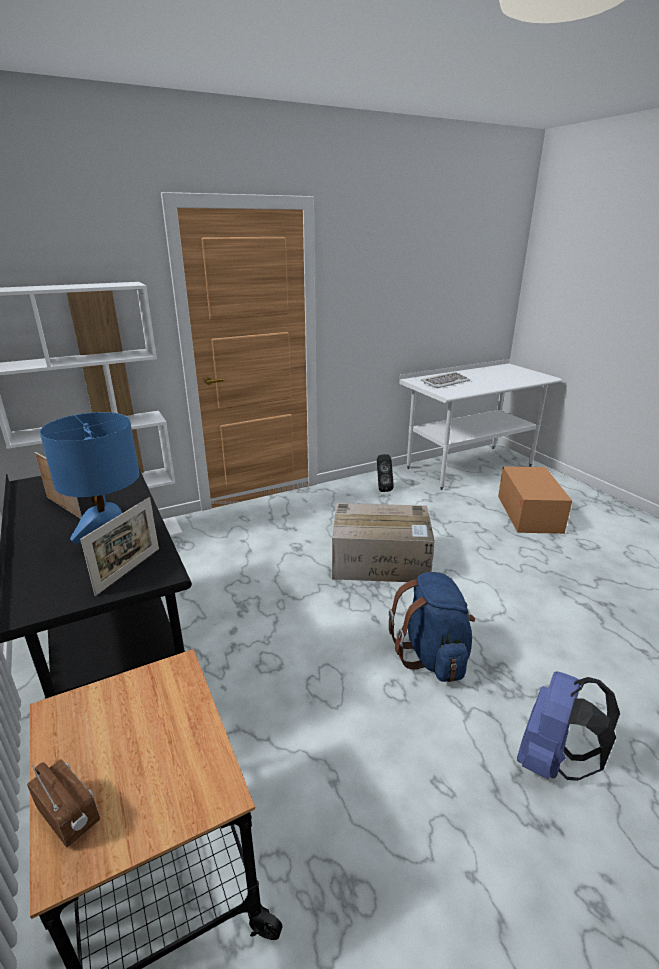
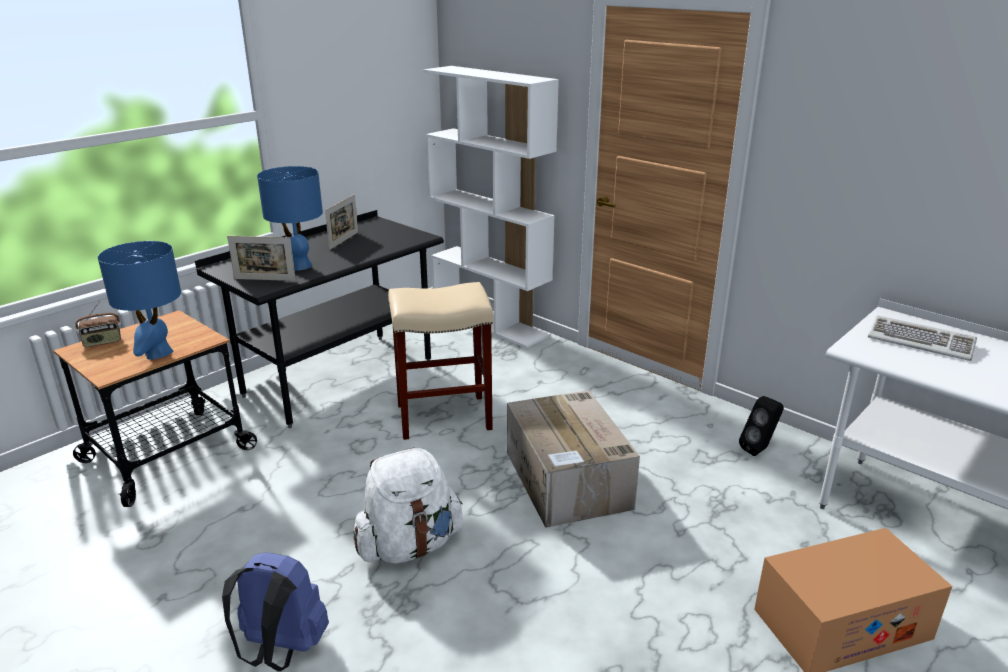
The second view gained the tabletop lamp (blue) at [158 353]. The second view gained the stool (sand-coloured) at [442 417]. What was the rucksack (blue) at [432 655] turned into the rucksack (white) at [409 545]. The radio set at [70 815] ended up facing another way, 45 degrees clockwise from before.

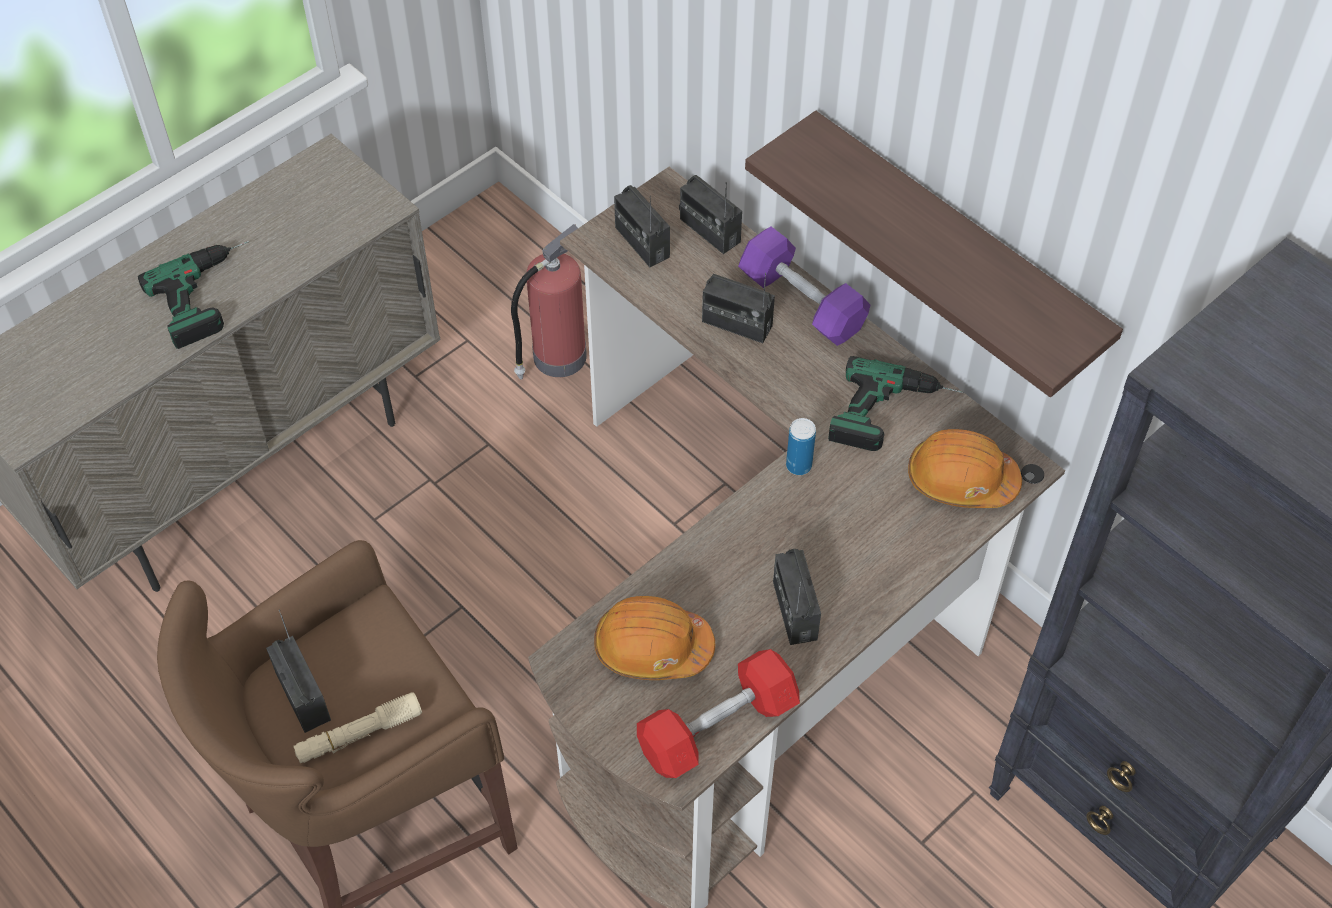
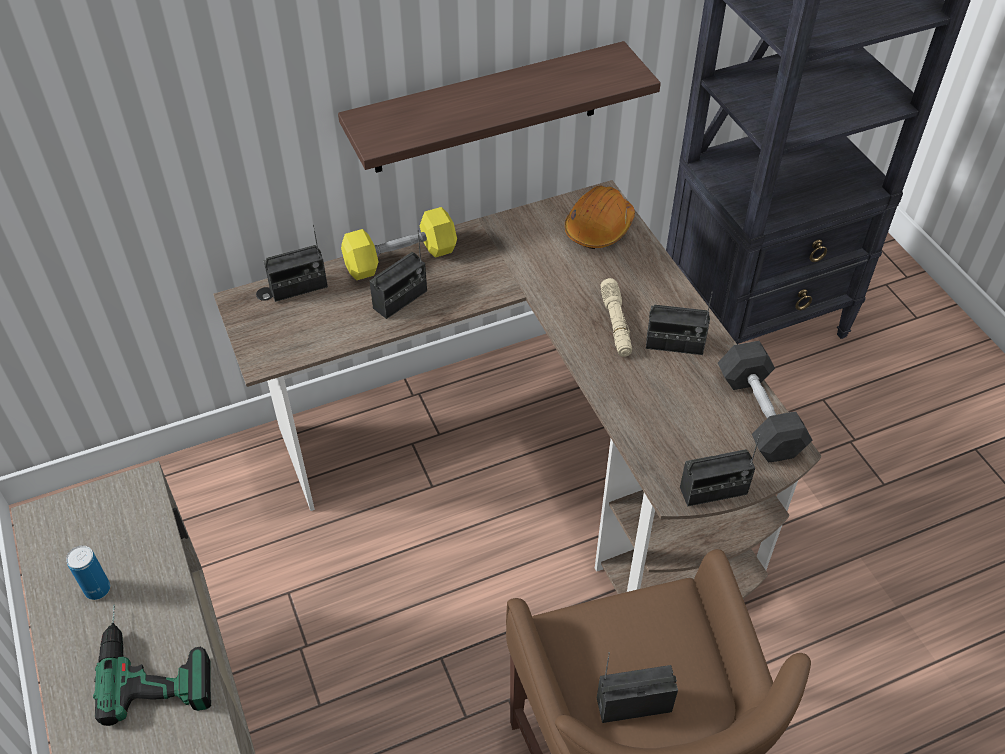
The second view lost the extinguisher at [557 358]. The second view lost the hard hat (orangey) at [652 647]. The second view lost the electric drill at [895 414]. The torch (sand-coloured) ended up elsewhere, having gone from [359 734] to [616 323]. The radio set ended up elsewhere, having gone from [642 242] to [713 491]. The sealed can ended up elsewhere, having gone from [798 465] to [97 589]. What was the dumbbell (red) at [717 727] turned into the dumbbell (greyish) at [759 415]. What was the dumbbell (purple-coloured) at [802 302] turned into the dumbbell (yellowish) at [400 258].

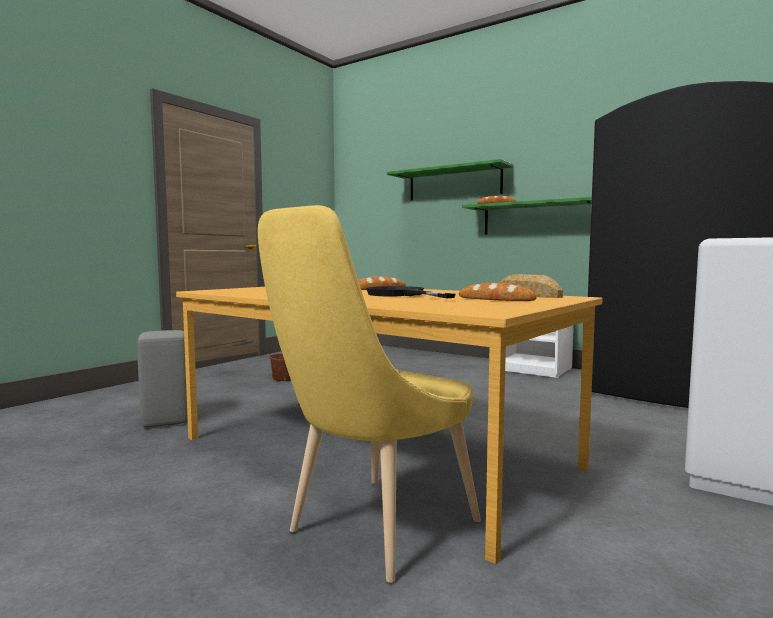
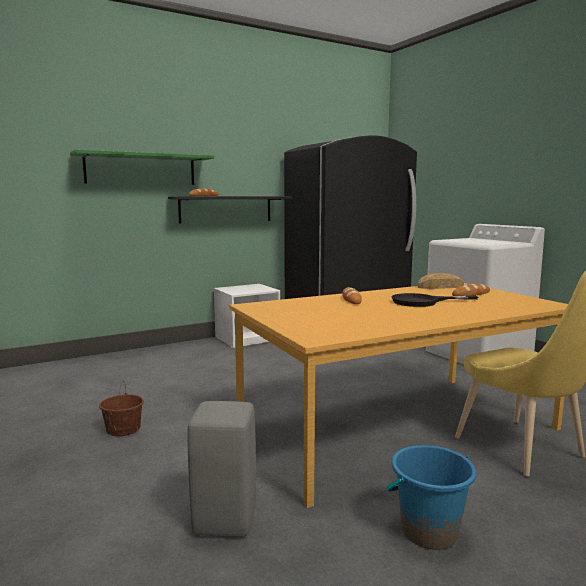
The second view gained the water bucket (blue) at [428 531]. What was the shelf (green-coloured) at [537 218] turned into the shelf (black-coloured) at [226 209].

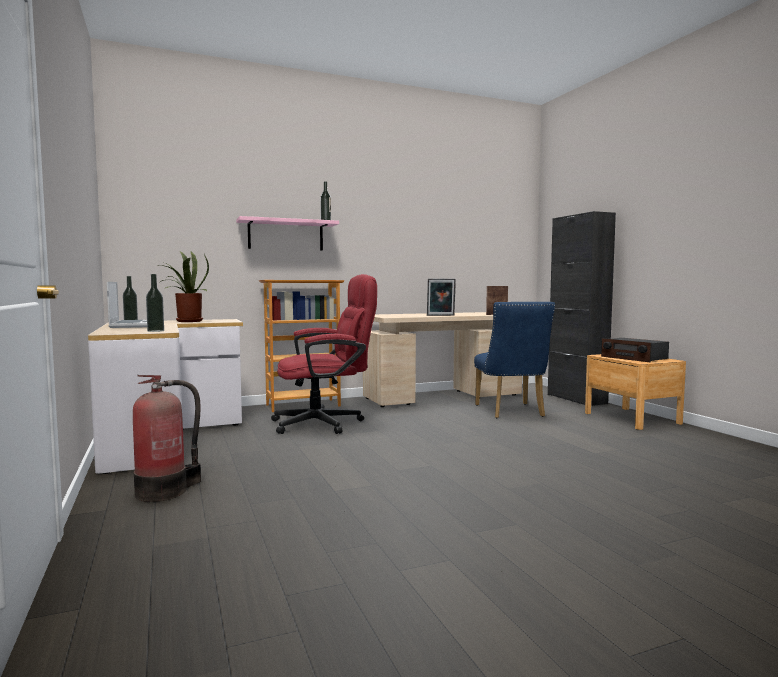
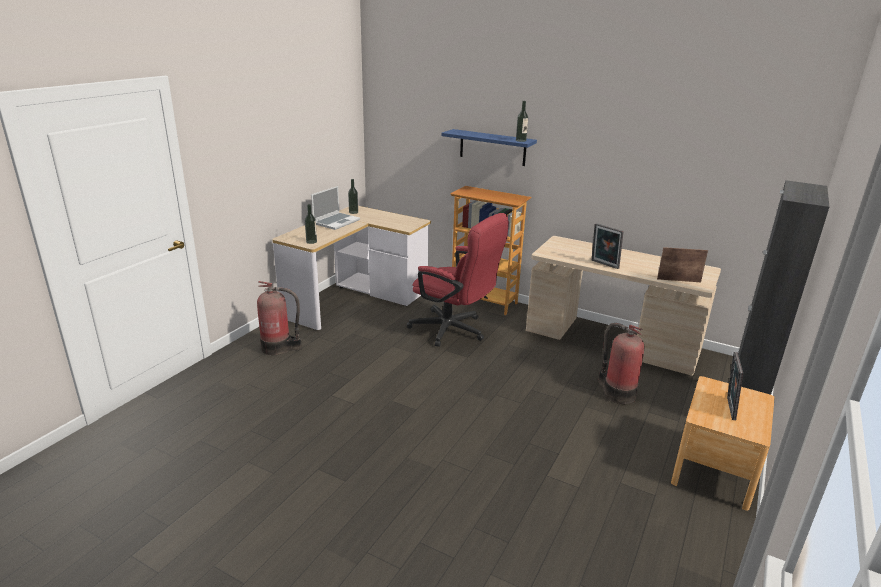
The second view lost the potted plant at [186 321]. Where the chair (blue) stood at [511 412], the extinguisher came to stand at [617 393]. Where the radio set stood at [634 358], the photo frame came to stand at [728 408]. What was the shelf (pink-coloured) at [286 235] turned into the shelf (blue) at [492 147].

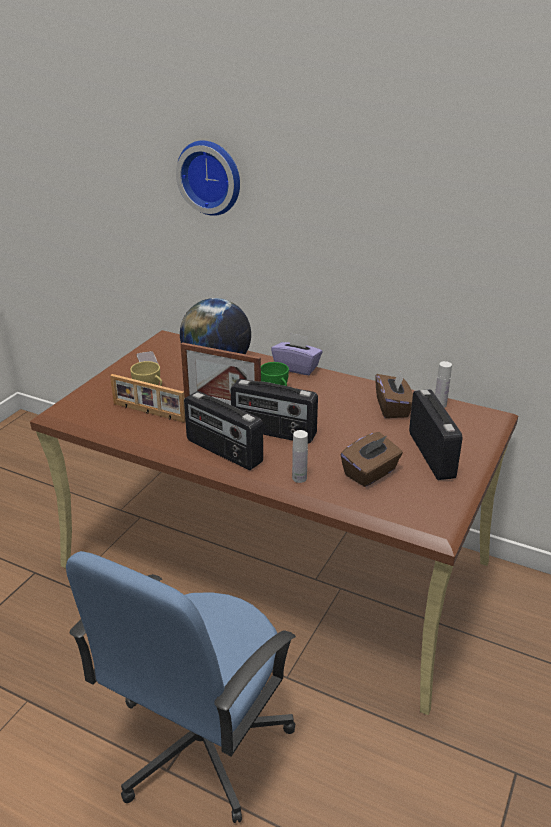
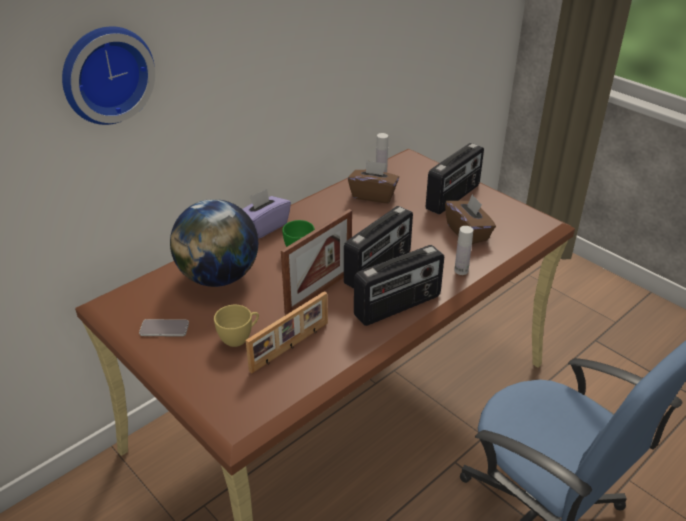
The radio set at [432 455] ended up facing another way, 120 degrees clockwise from before.

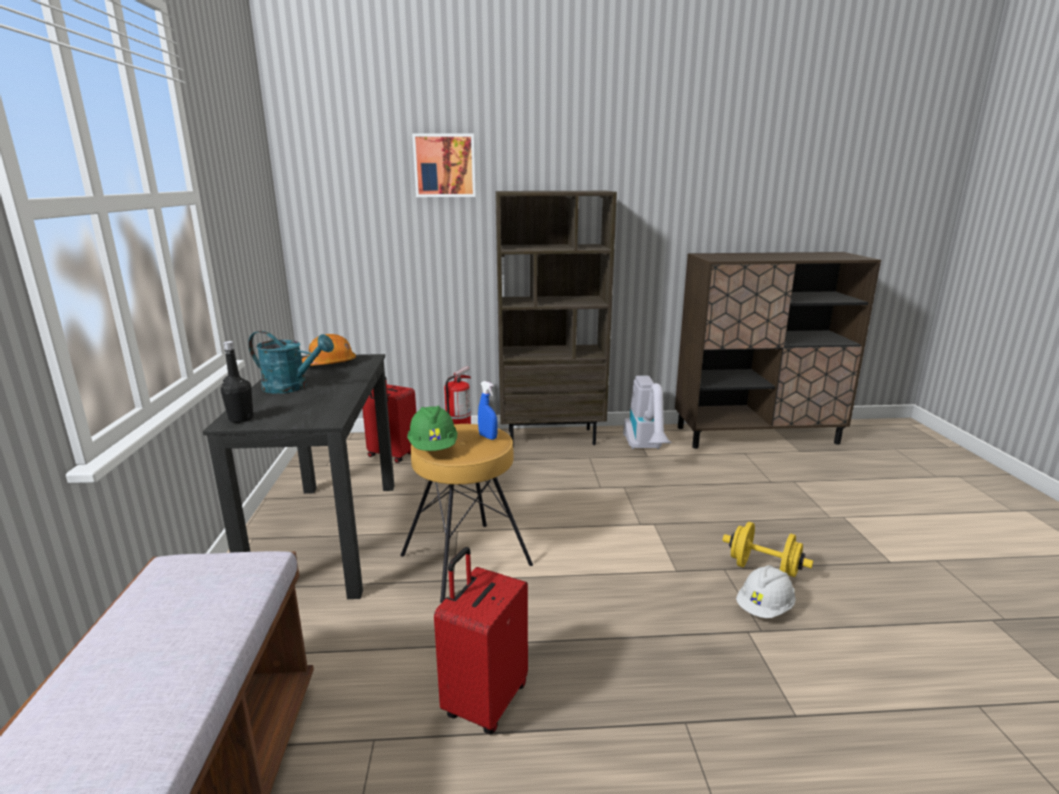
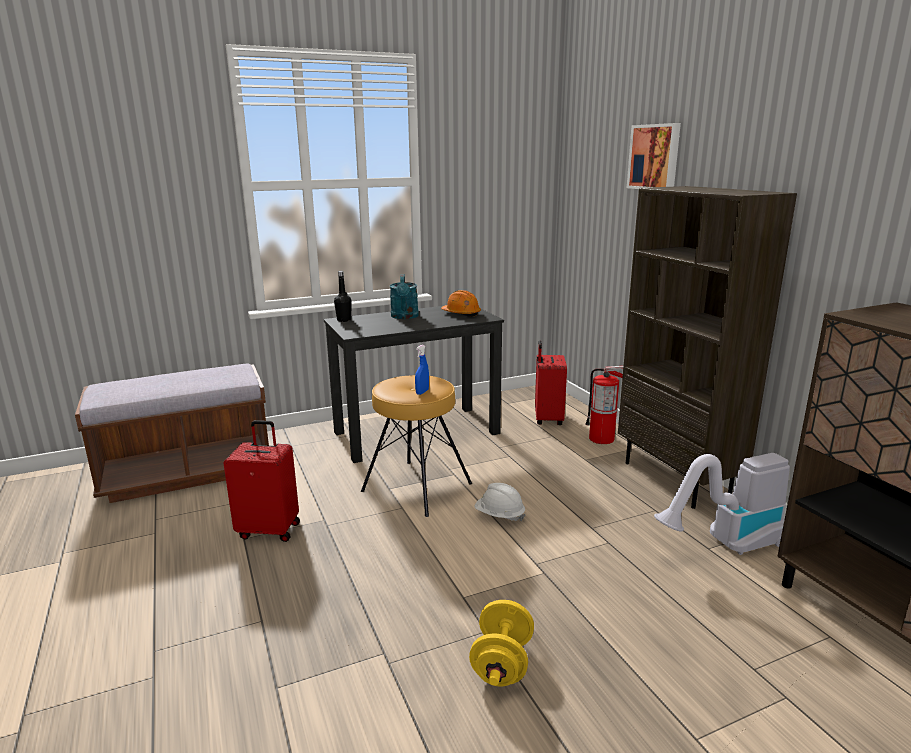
The second view lost the hard hat (green-coloured) at [433 448]. The hard hat (white) ended up elsewhere, having gone from [764 608] to [499 515].

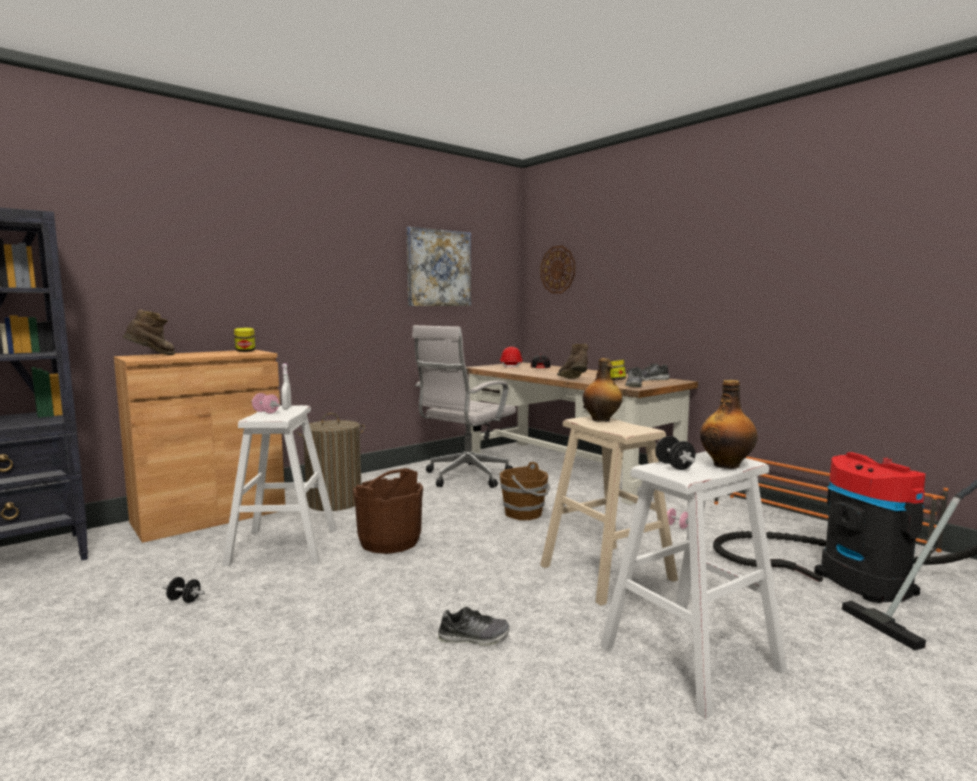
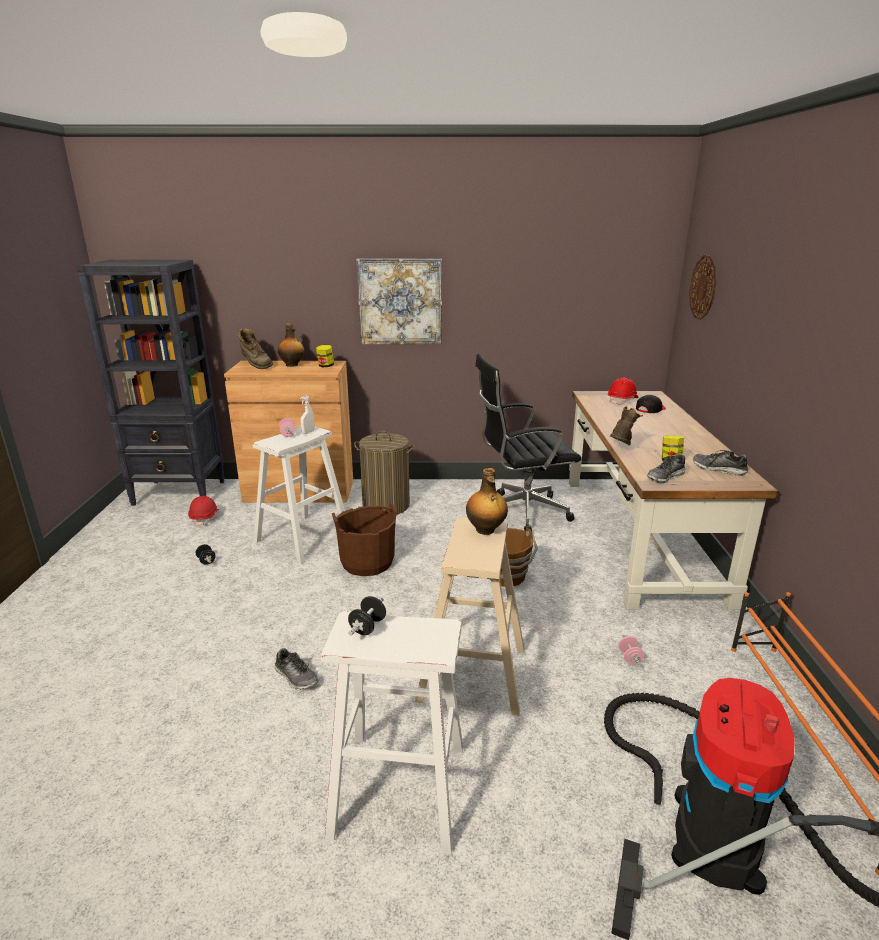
The second view gained the hard hat (red) at [205 518]. The picture ended up elsewhere, having gone from [439 268] to [400 302]. The bottle ended up elsewhere, having gone from [727 465] to [292 365]. What was the computer chair (white) at [464 477] turned into the computer chair (black-coloured) at [520 512]. The boot (brown-coloured) at [152 356] ended up facing another way, 75 degrees clockwise from before.

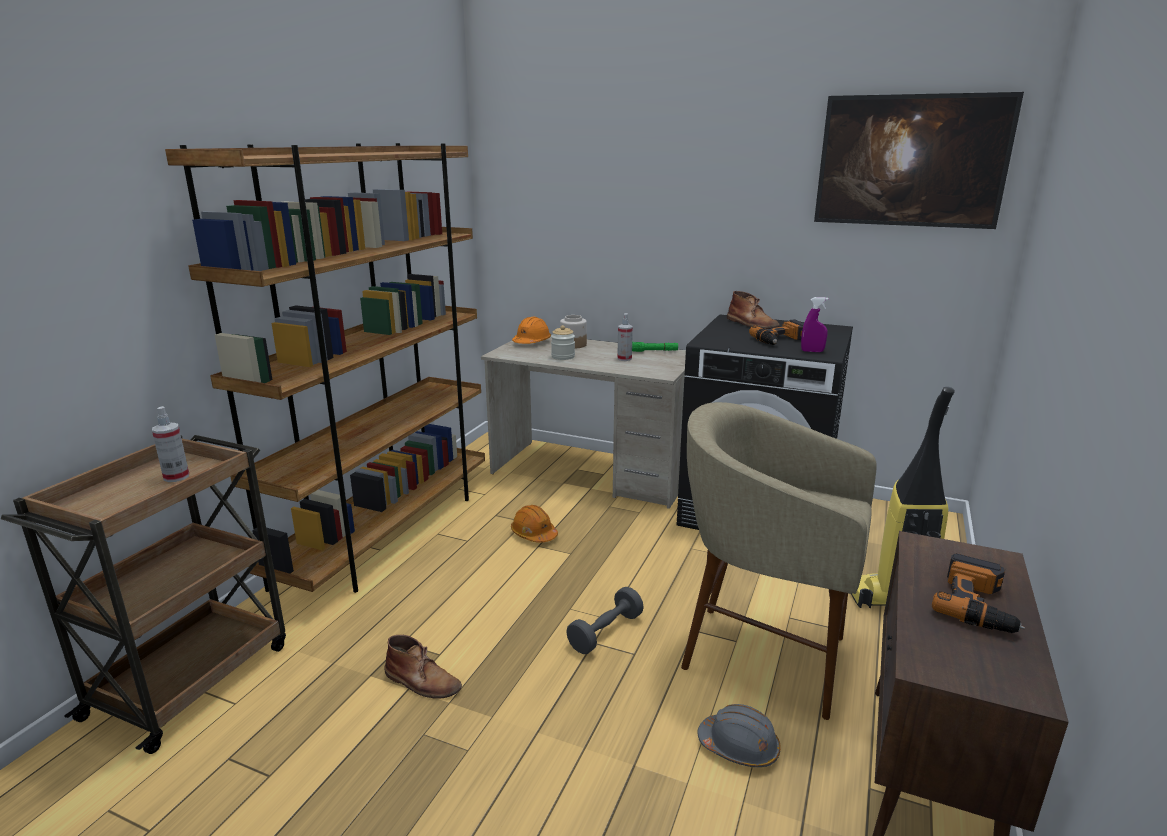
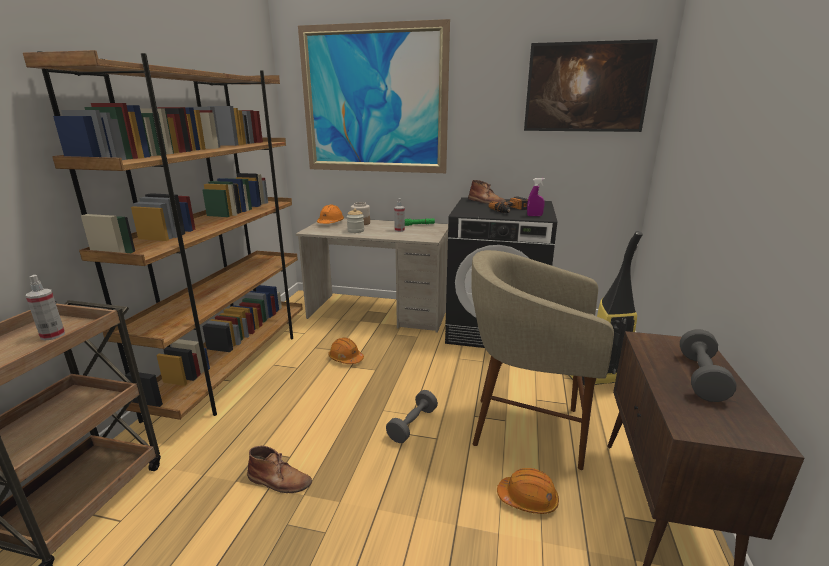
The second view gained the picture at [373 101]. Where the electric drill stood at [978 604], the dumbbell (greyish) came to stand at [701 377]. What was the hard hat (greyish) at [739 747] turned into the hard hat (orangey) at [528 499].

